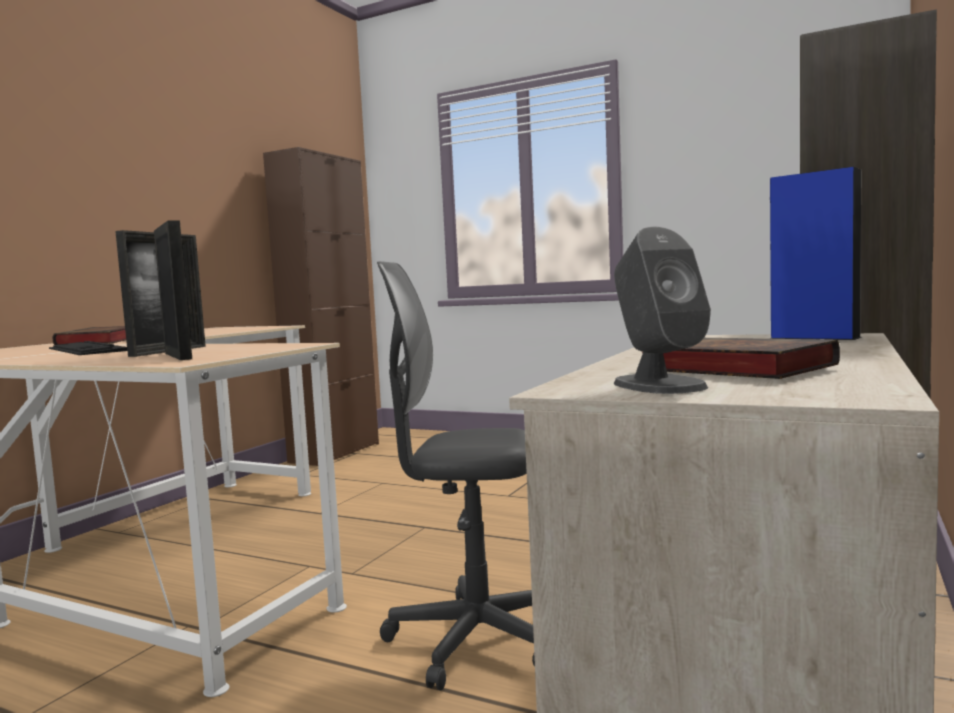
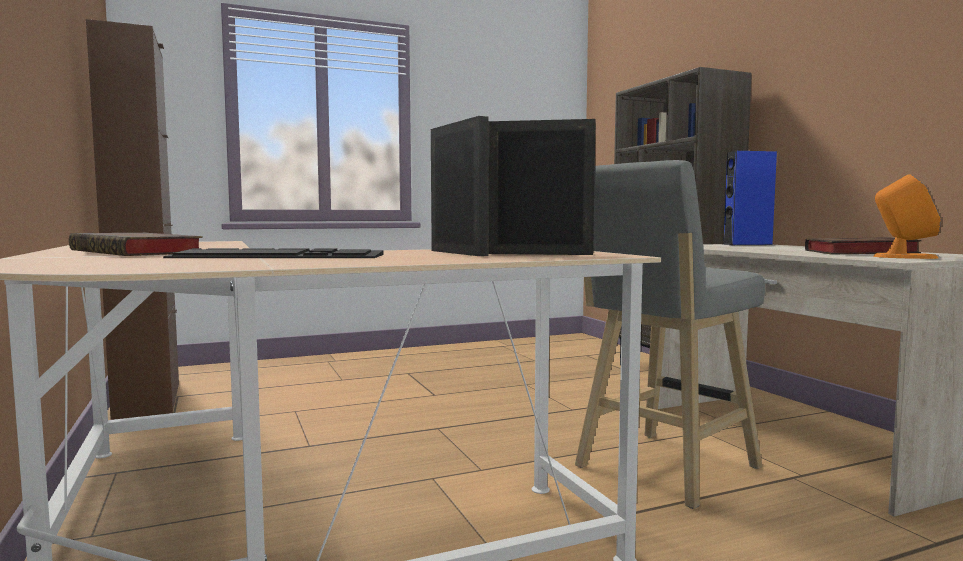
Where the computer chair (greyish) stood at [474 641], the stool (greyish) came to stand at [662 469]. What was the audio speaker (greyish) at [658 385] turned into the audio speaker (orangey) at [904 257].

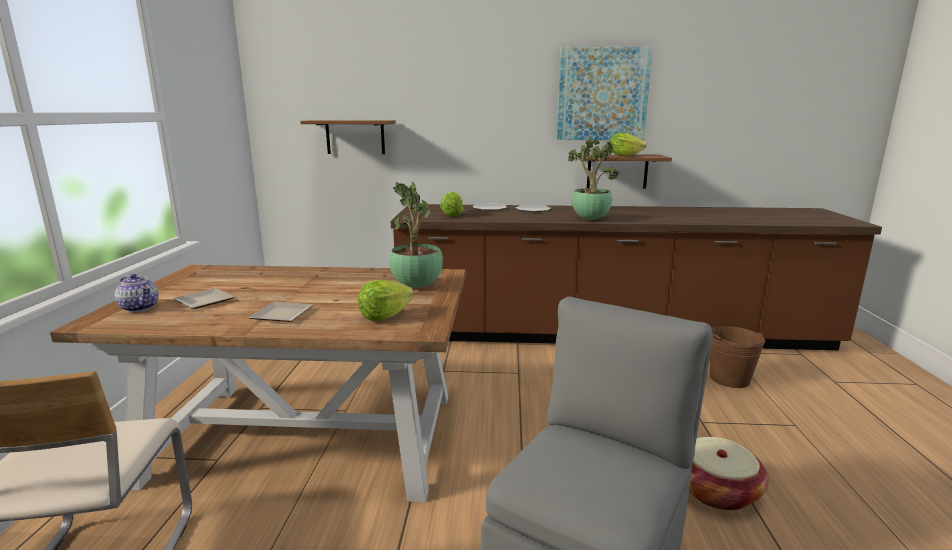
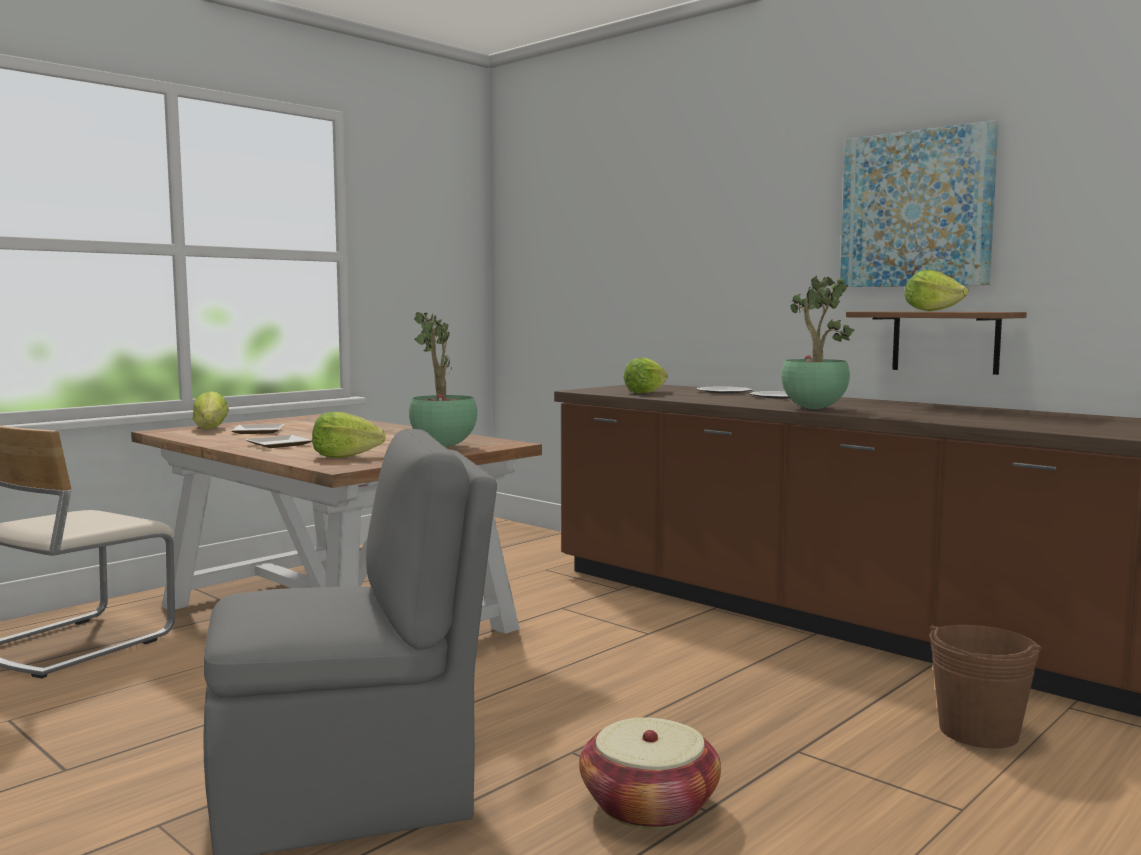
The second view lost the shelf at [355 137]. Where the pot for tea stood at [140 307], the lettuce head came to stand at [211 428].

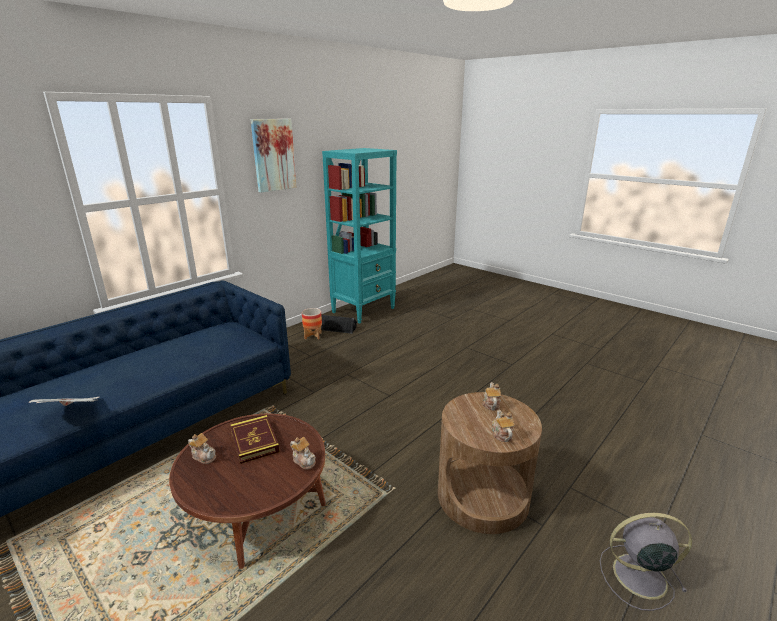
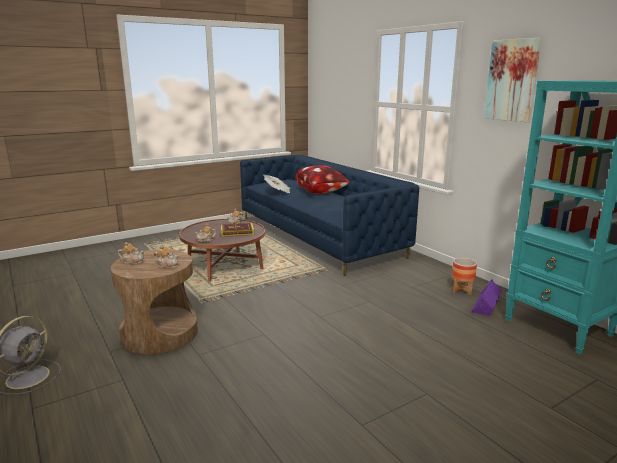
The second view gained the throw pillow at [321 192]. What was the audio speaker (black-coloured) at [336 328] turned into the audio speaker (purple-coloured) at [487 304].

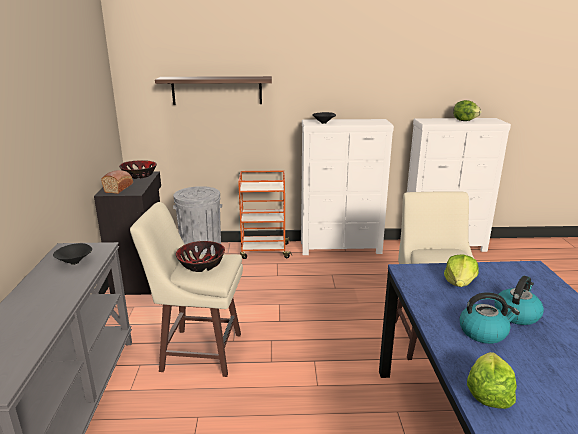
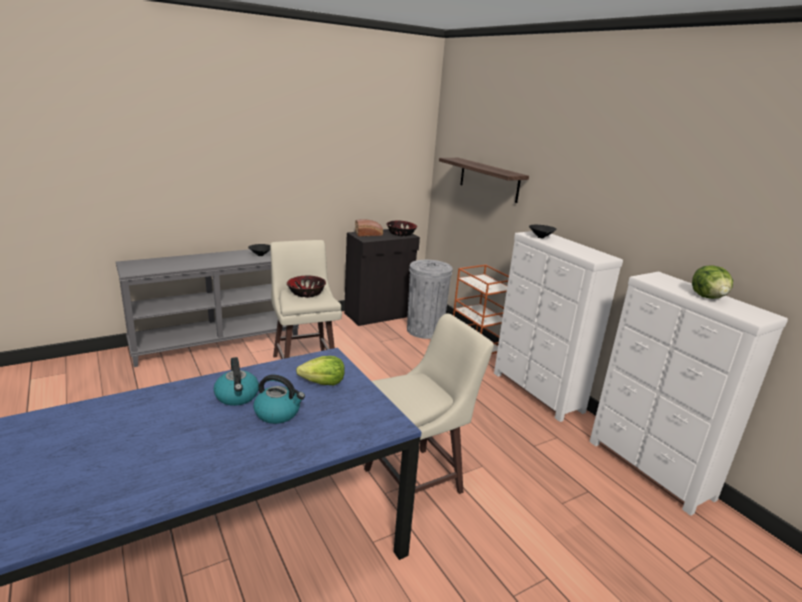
The second view lost the lettuce head at [488 393].

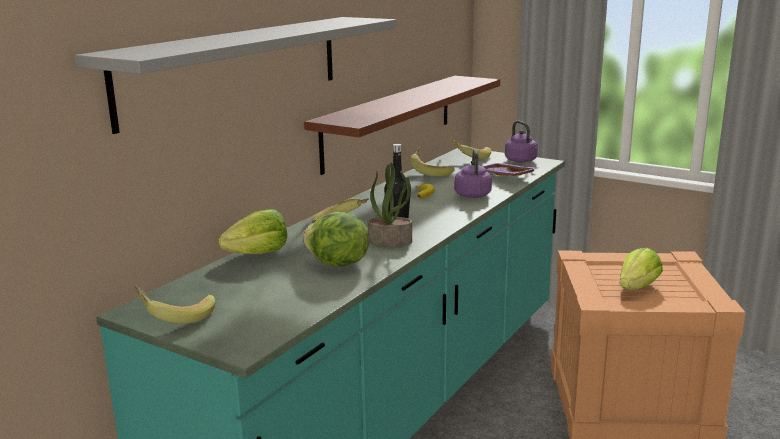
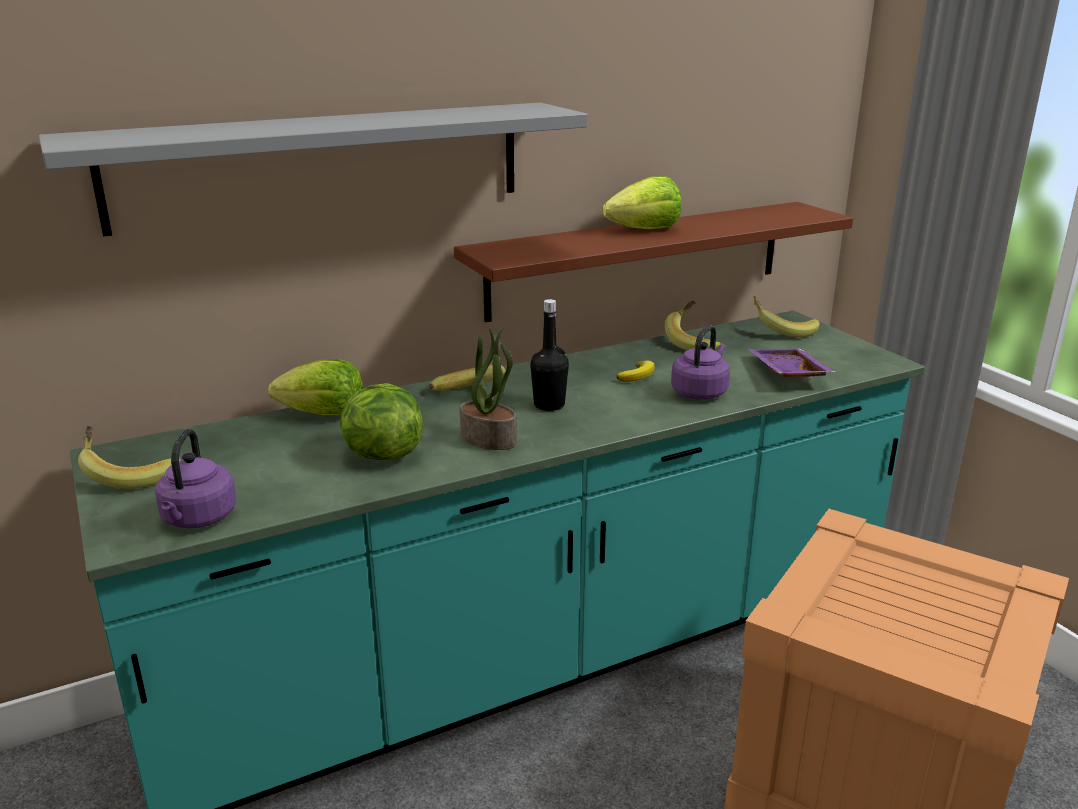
The tea kettle (purple-coloured) ended up elsewhere, having gone from [522 161] to [198 519]. The lettuce head ended up elsewhere, having gone from [637 288] to [645 230].

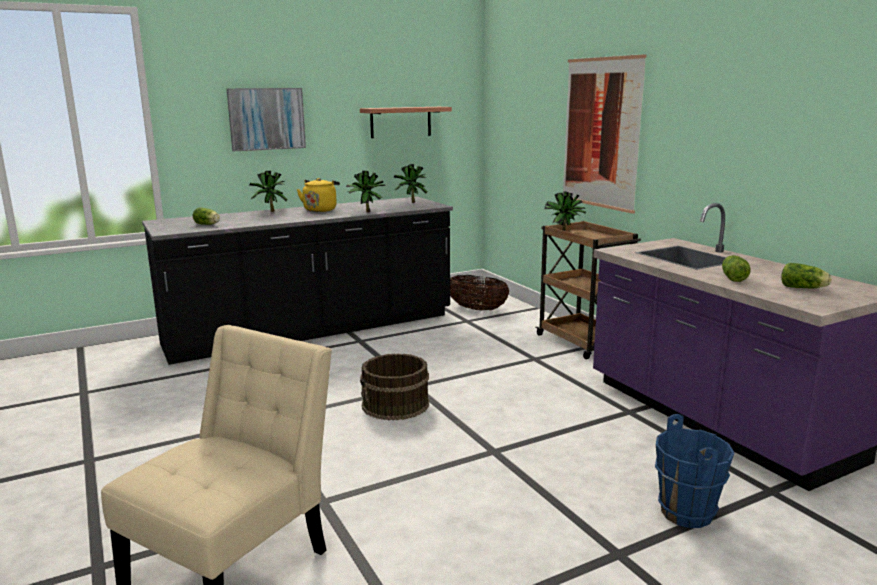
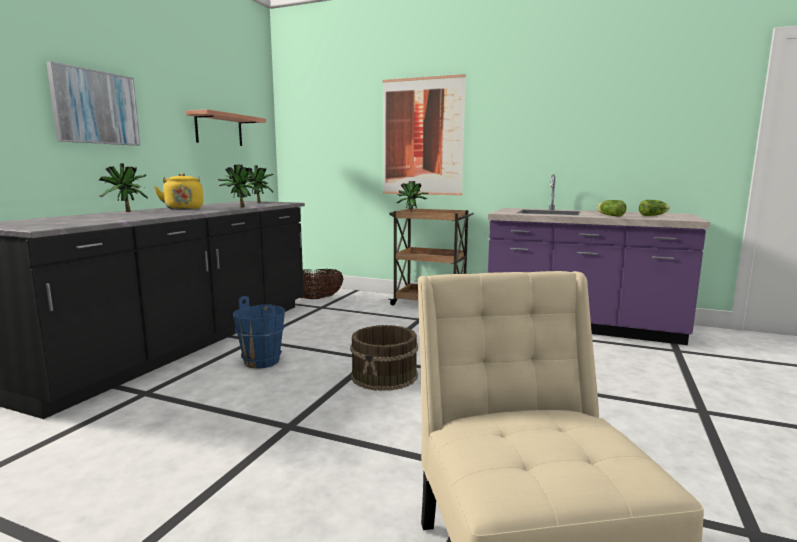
The second view lost the lettuce head at [208 224]. The water bucket (blue) ended up elsewhere, having gone from [687 513] to [262 361].

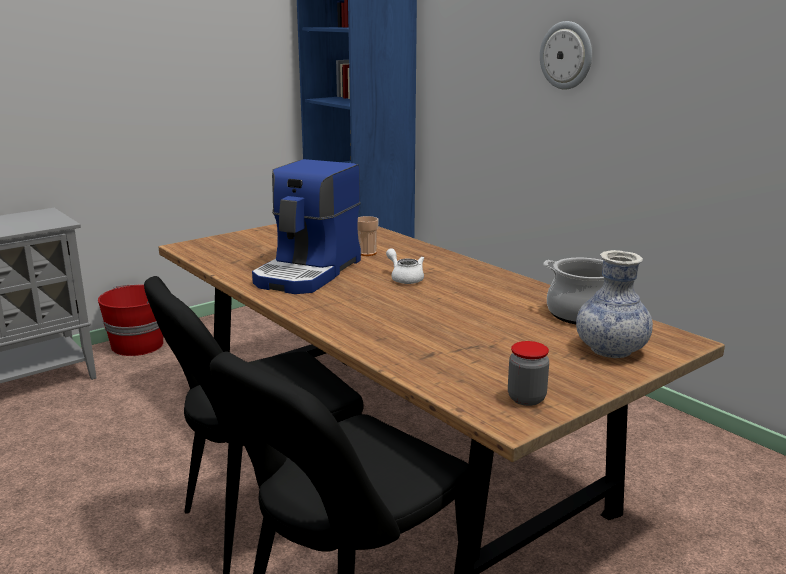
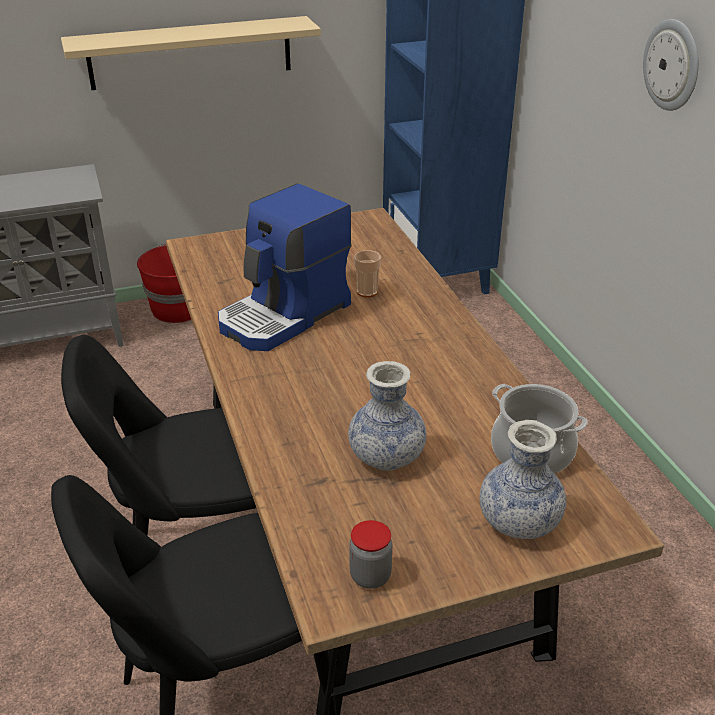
The second view lost the pot for tea (white) at [405 278]. The second view gained the shelf (sand-coloured) at [190 53]. The second view gained the decorative vase at [386 457].

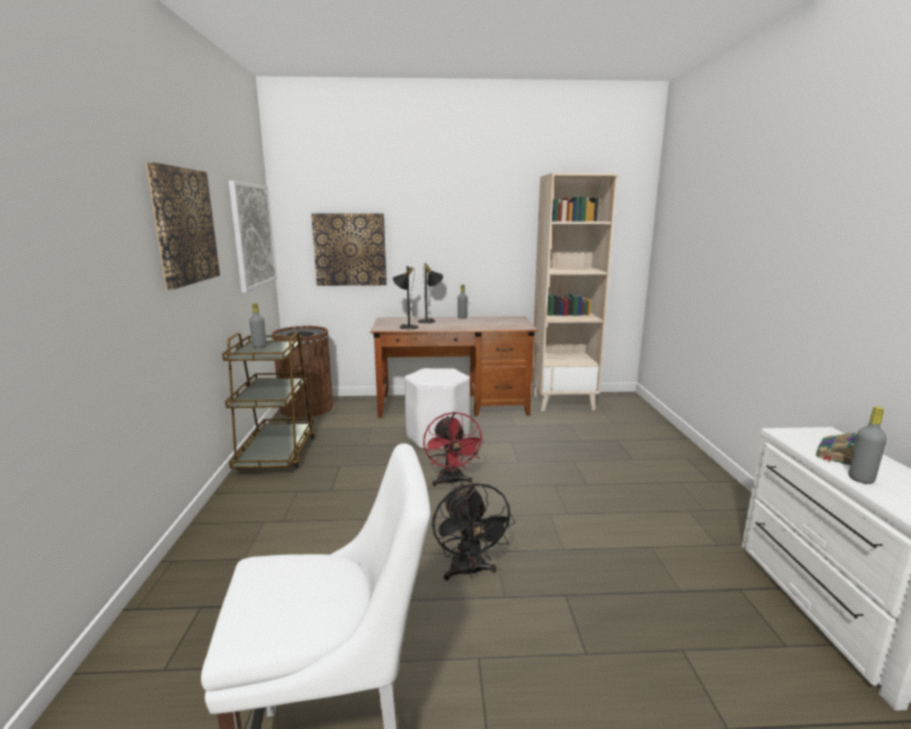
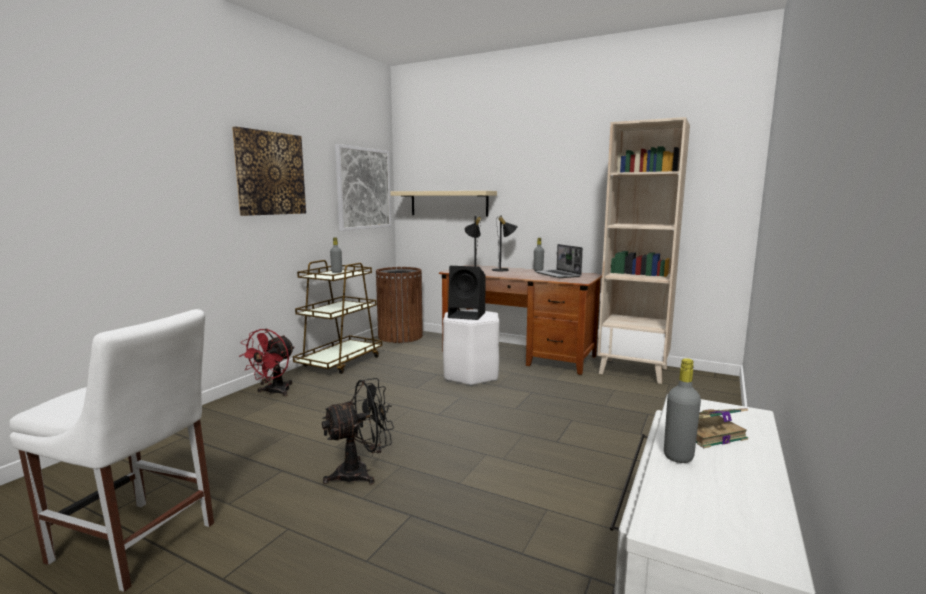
The second view gained the audio speaker (black-coloured) at [468 315]. The second view gained the notebook computer at [558 275]. The fan (red) ended up elsewhere, having gone from [451 482] to [274 392]. Where the picture hung at [350 249], the shelf (sand-coloured) came to hang at [448 203]. The fan (black-coloured) at [469 572] ended up facing another way, 135 degrees counterclockwise from before.

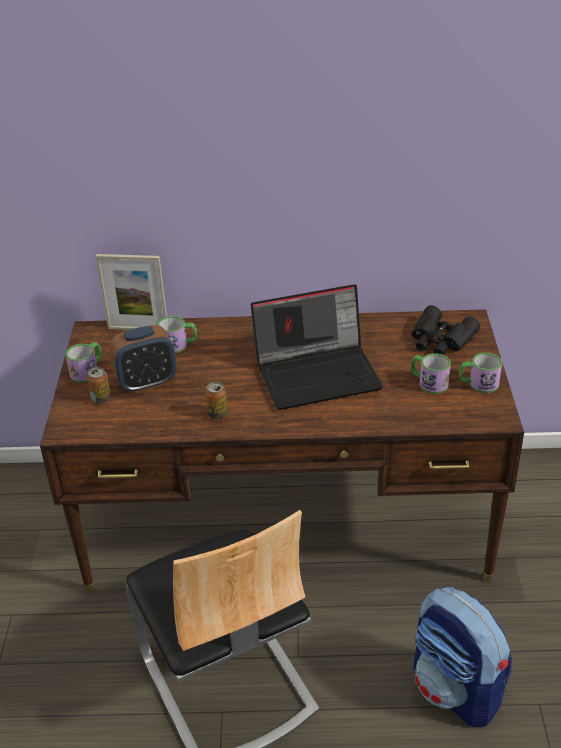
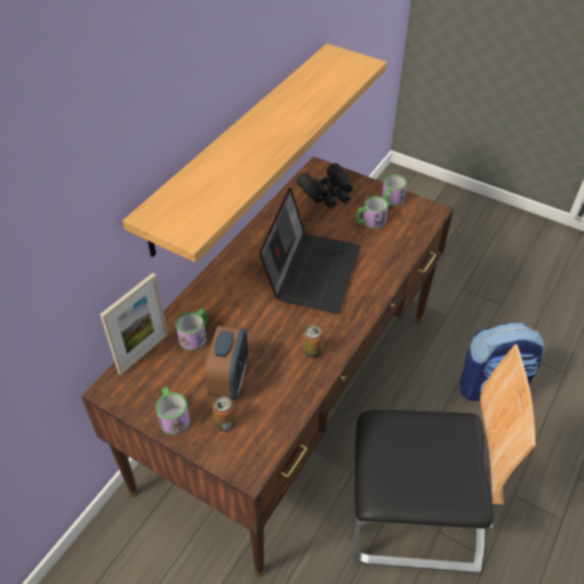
The second view gained the shelf at [241 144].

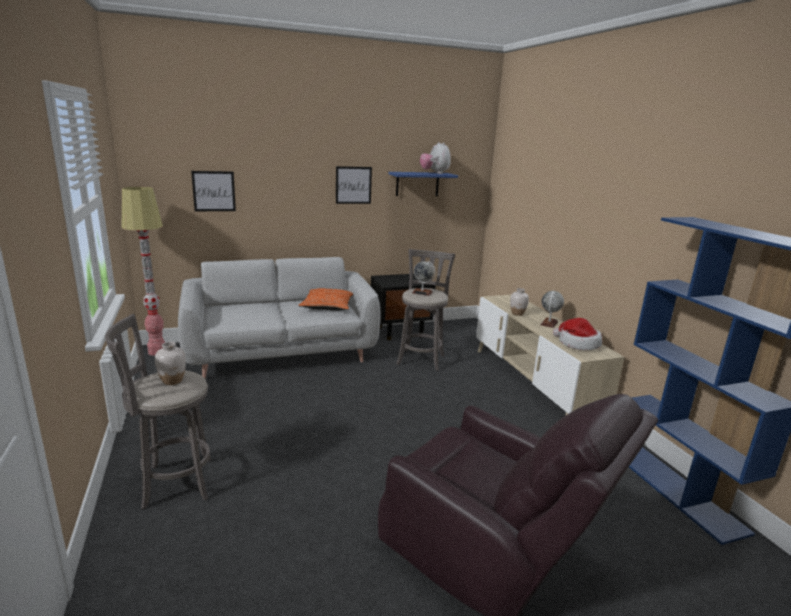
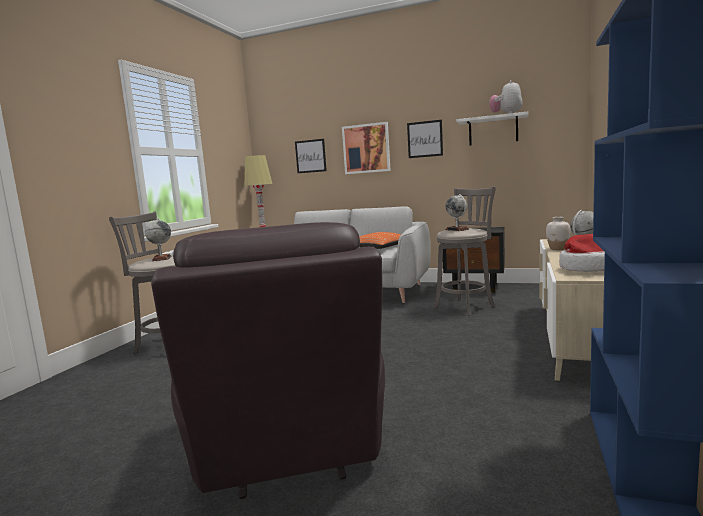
The second view gained the picture at [366 148]. Where the decorative vase (white) stood at [172 381], the world globe came to stand at [161 258]. What was the shelf (blue) at [417 184] turned into the shelf (white) at [493 130].

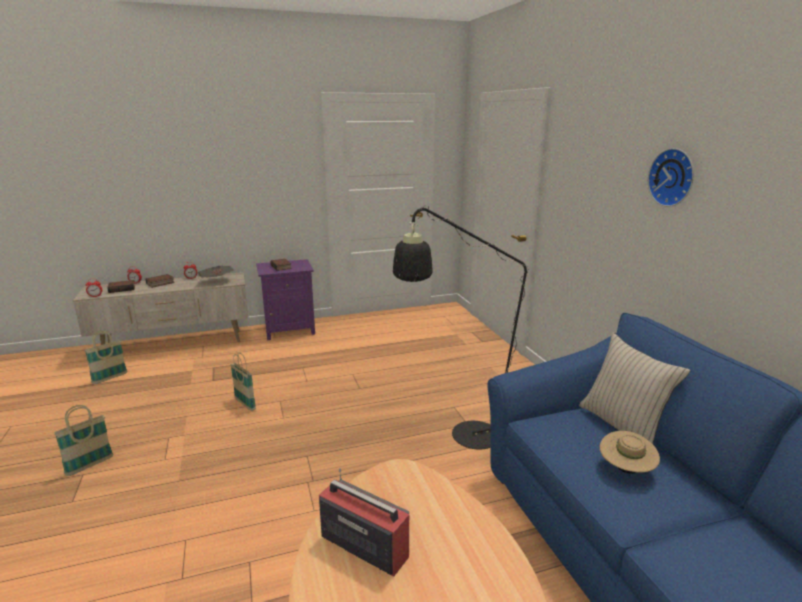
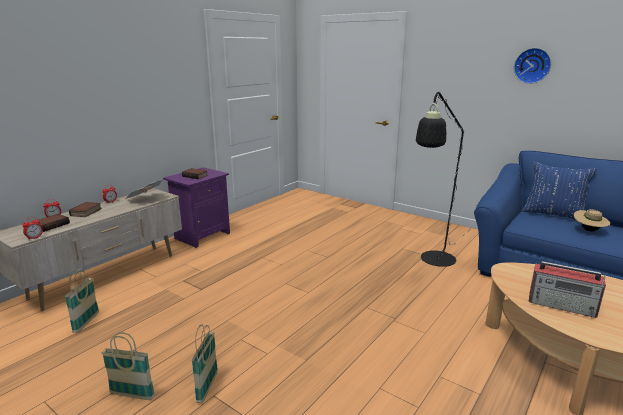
The storage basket ended up elsewhere, having gone from [245 404] to [132 395]. What was the throw pillow (sand-coloured) at [622 426] turned into the throw pillow (blue) at [553 215]. The radio set at [363 545] ended up facing another way, 150 degrees counterclockwise from before.

